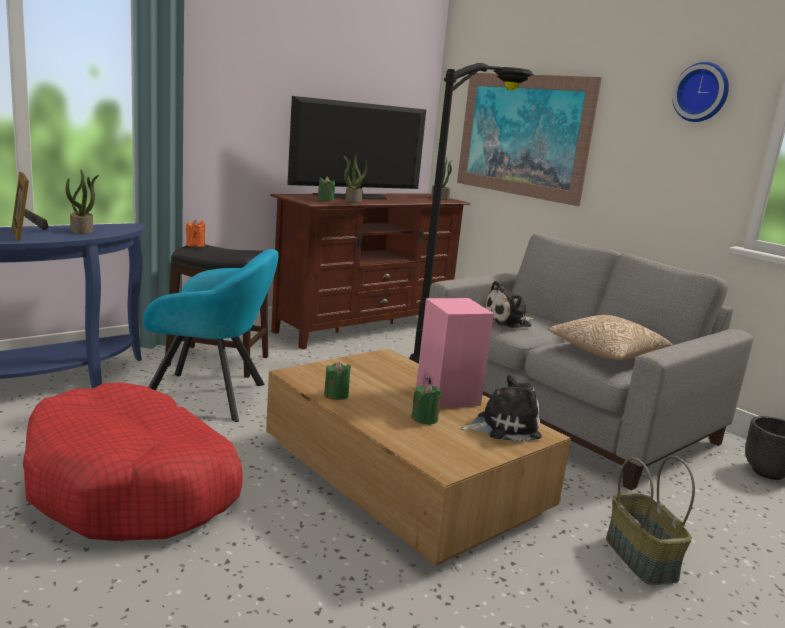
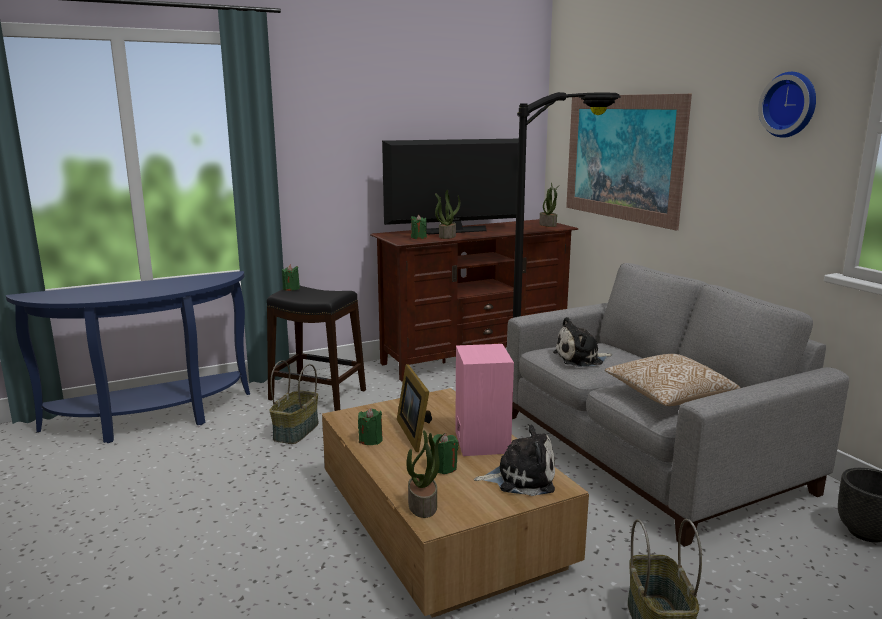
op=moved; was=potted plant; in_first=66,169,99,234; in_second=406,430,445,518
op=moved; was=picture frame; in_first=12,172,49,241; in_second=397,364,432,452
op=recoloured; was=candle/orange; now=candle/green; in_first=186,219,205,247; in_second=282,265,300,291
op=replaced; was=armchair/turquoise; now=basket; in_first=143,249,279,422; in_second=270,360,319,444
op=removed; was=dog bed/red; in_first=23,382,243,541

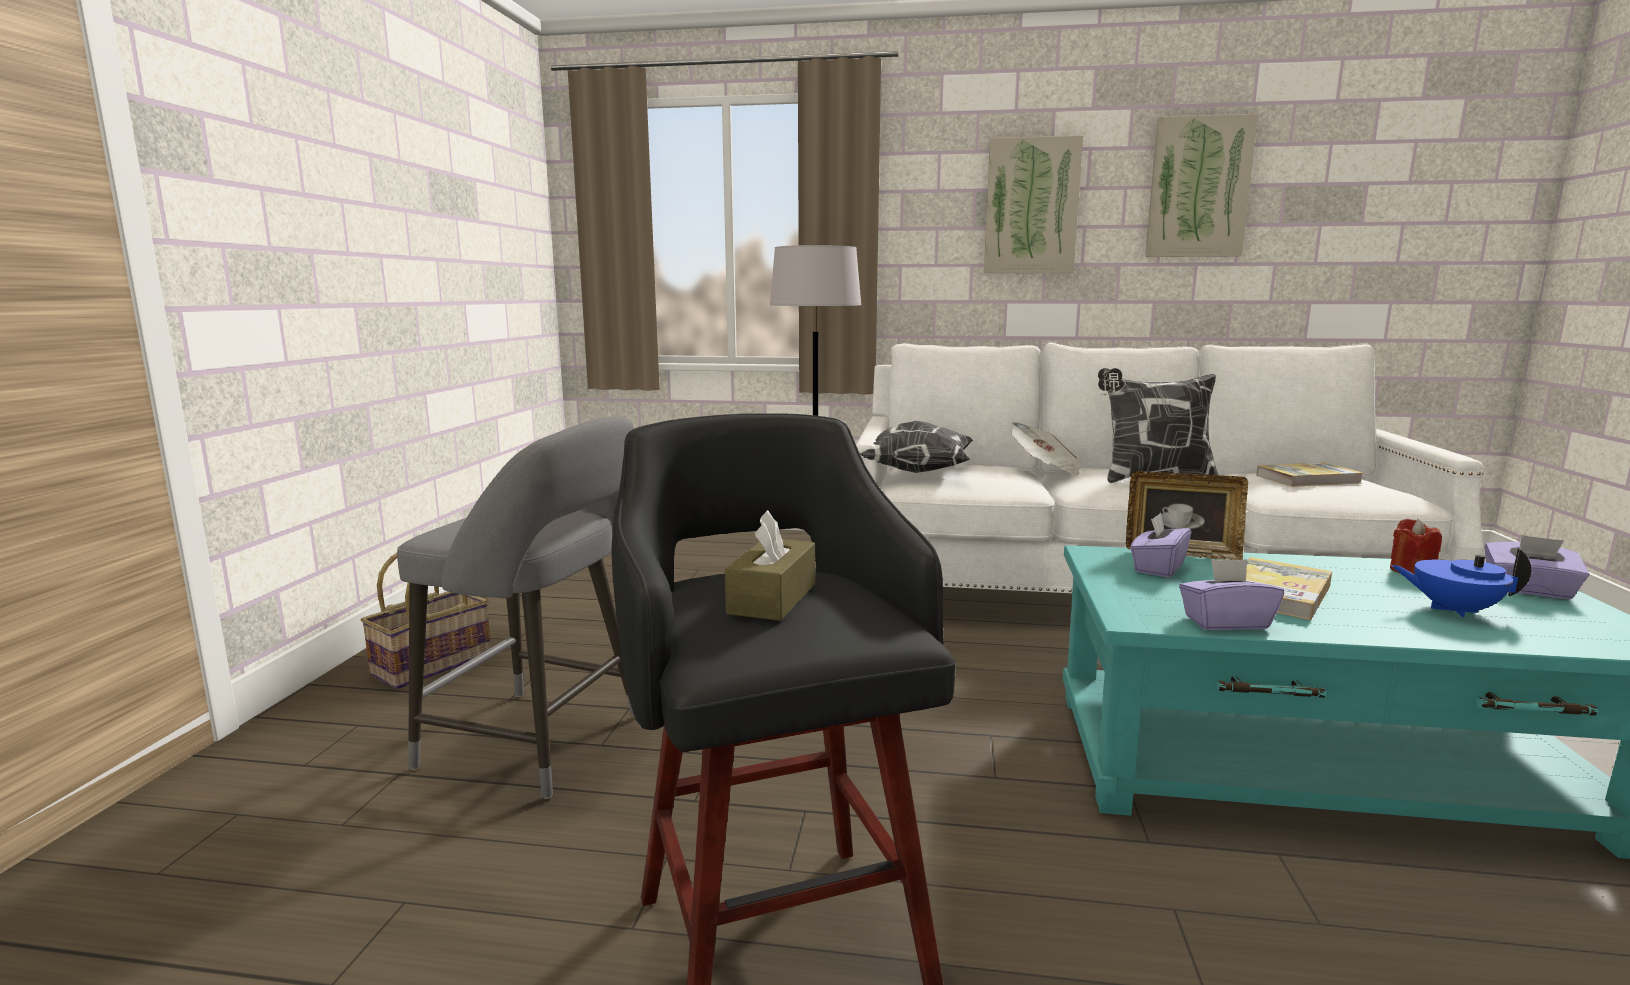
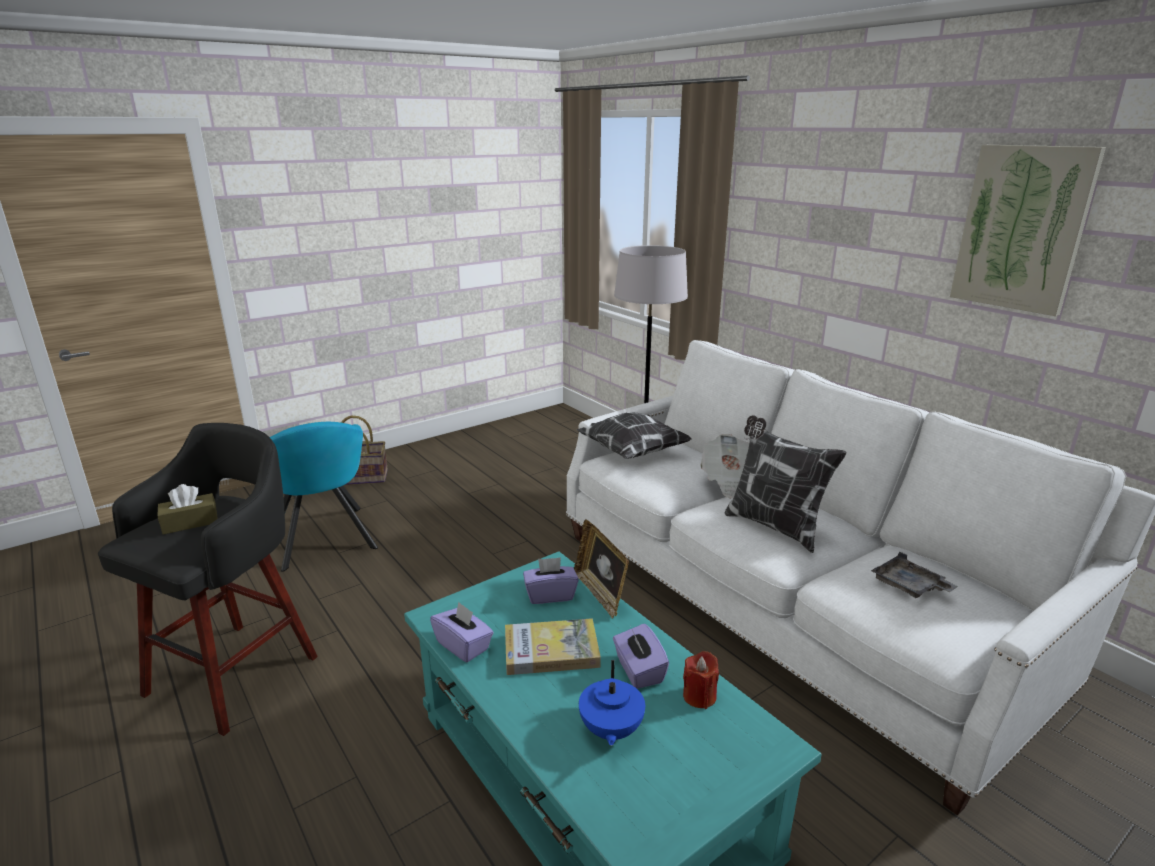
op=removed; was=picture; in_first=984,136,1083,273
op=replaced; was=stool/grey; now=armchair/turquoise; in_first=397,417,635,799; in_second=270,422,378,572
op=replaced; was=book; now=tray/grey; in_first=1256,463,1363,487; in_second=871,552,958,598
op=moved; was=tissue box/purple; in_first=1484,535,1589,599; in_second=613,624,669,689
op=turned; was=teapot/blue; in_first=1391,549,1531,617; in_second=579,660,645,746; clockwise=-150

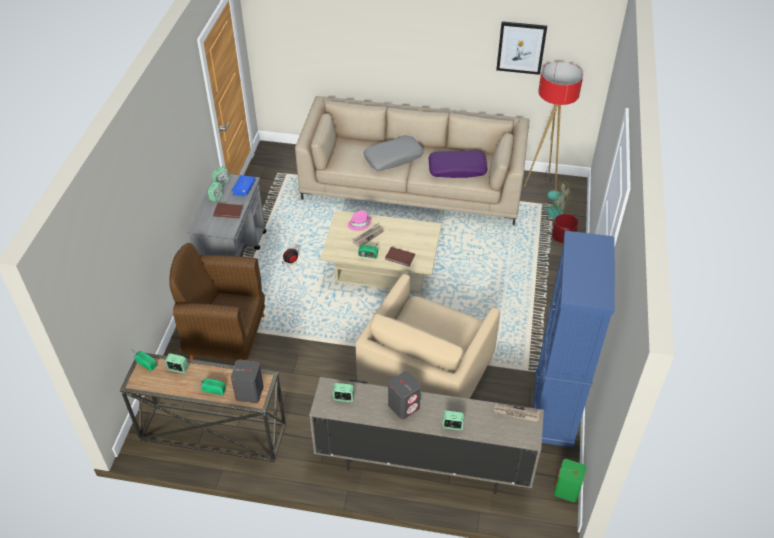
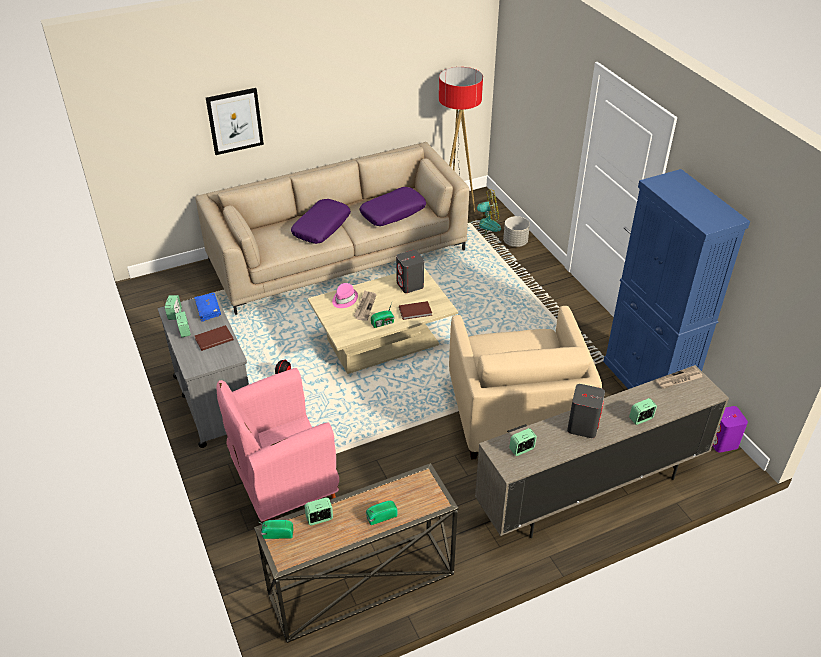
op=moved; was=picture; in_first=496,21,547,75; in_second=206,88,264,155
op=recoloured; was=pillow/grey; now=pillow/purple; in_first=364,135,424,171; in_second=291,199,351,244
op=recoloured; was=planter/red; now=planter/grey; in_first=552,214,579,243; in_second=503,216,530,247
op=recoloured; was=armchair/brown; now=armchair/pink; in_first=169,243,265,361; in_second=216,368,339,522
op=moved; was=speaker/grey; in_first=231,360,264,403; in_second=396,250,424,293
op=recoloured; was=speaker/green; now=speaker/purple; in_first=554,459,586,502; in_second=712,406,748,453

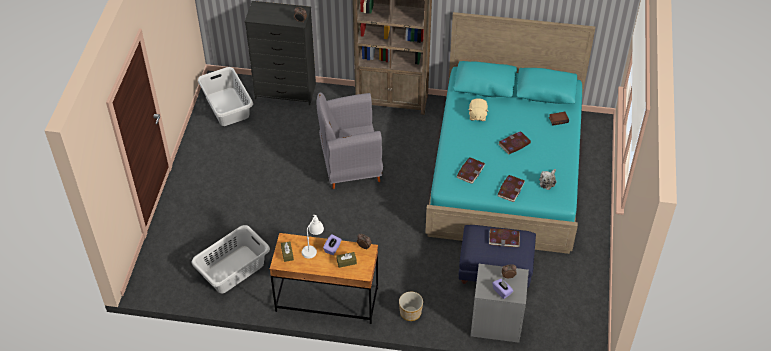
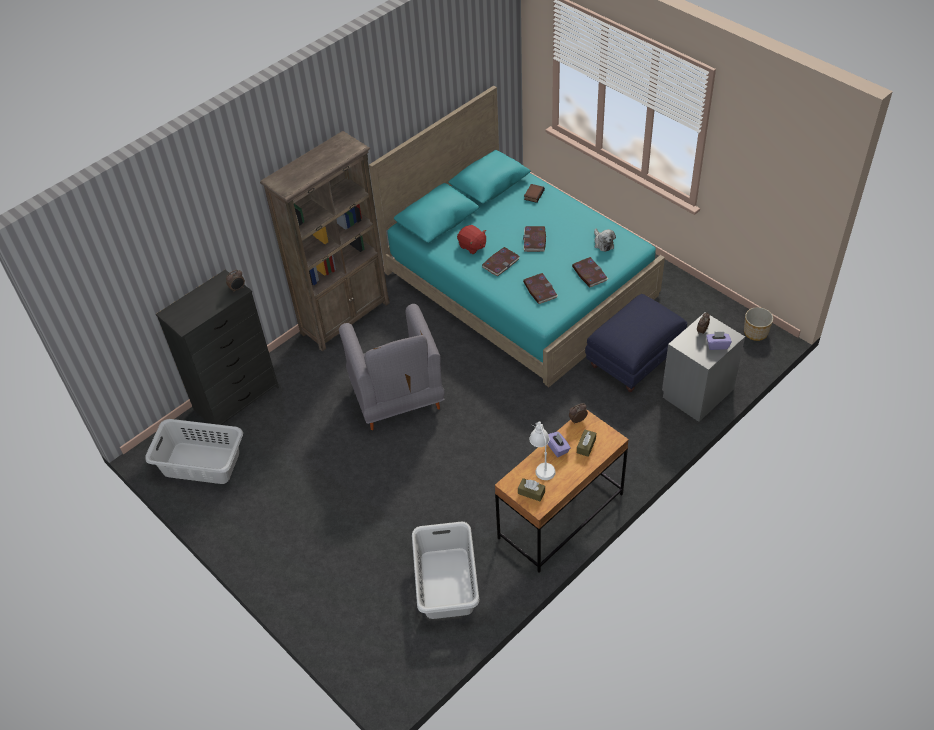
op=turned; was=armchair/grey; in_first=316,93,383,189; in_second=339,304,445,430; clockwise=-45
op=recoloured; was=plush toy/beige; now=plush toy/red; in_first=469,98,488,121; in_second=457,225,486,254
op=moved; was=book; in_first=489,229,520,247; in_second=482,247,520,277
op=moved; was=planter; in_first=399,292,423,321; in_second=744,307,773,341

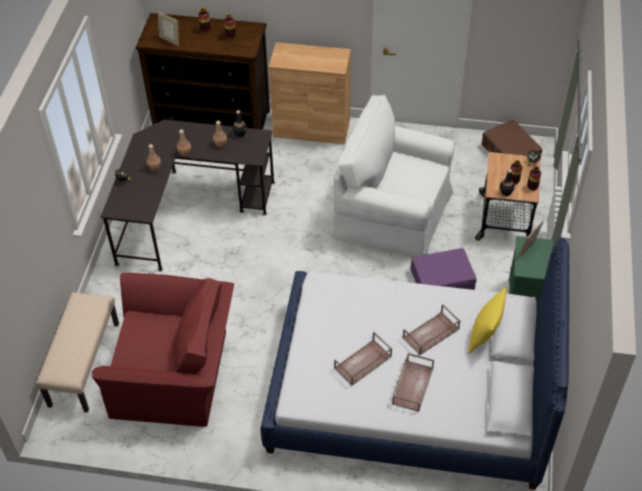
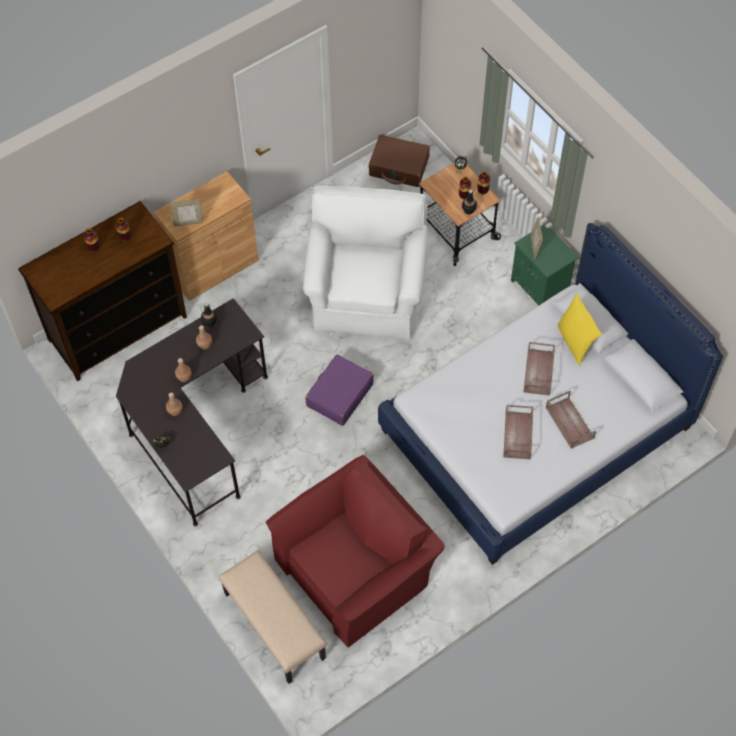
op=moved; was=picture frame; in_first=158,11,179,46; in_second=170,199,203,226
op=turned; was=armchair/white; in_first=333,94,455,257; in_second=303,186,428,340; clockwise=120
op=moved; was=suitcase/purple; in_first=411,248,477,290; in_second=306,355,374,426

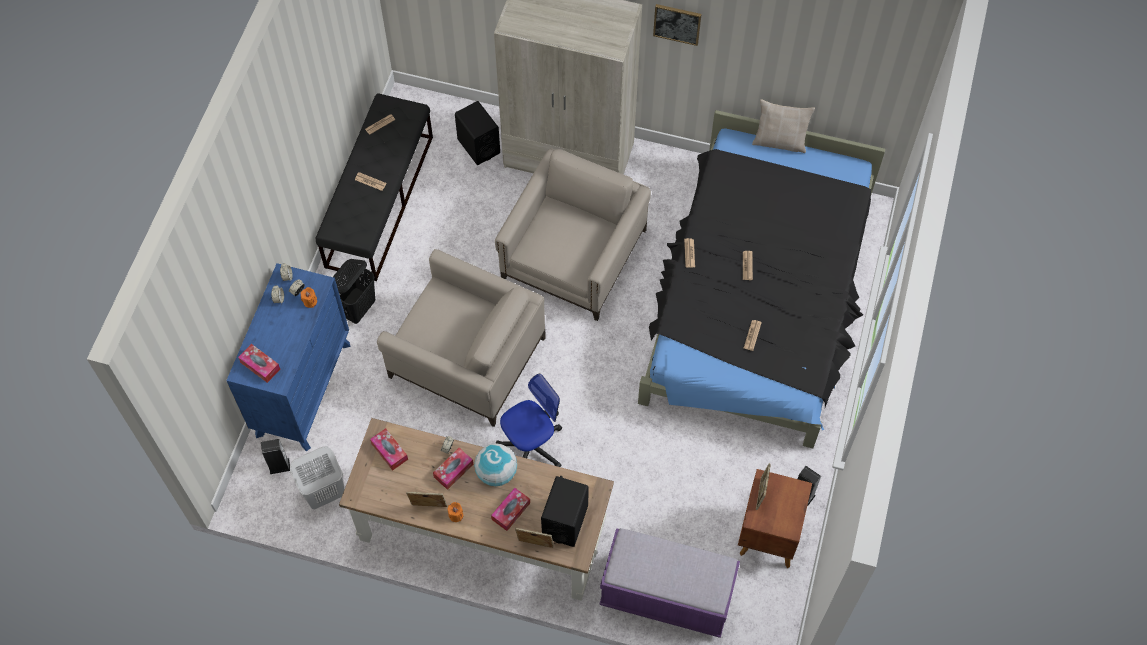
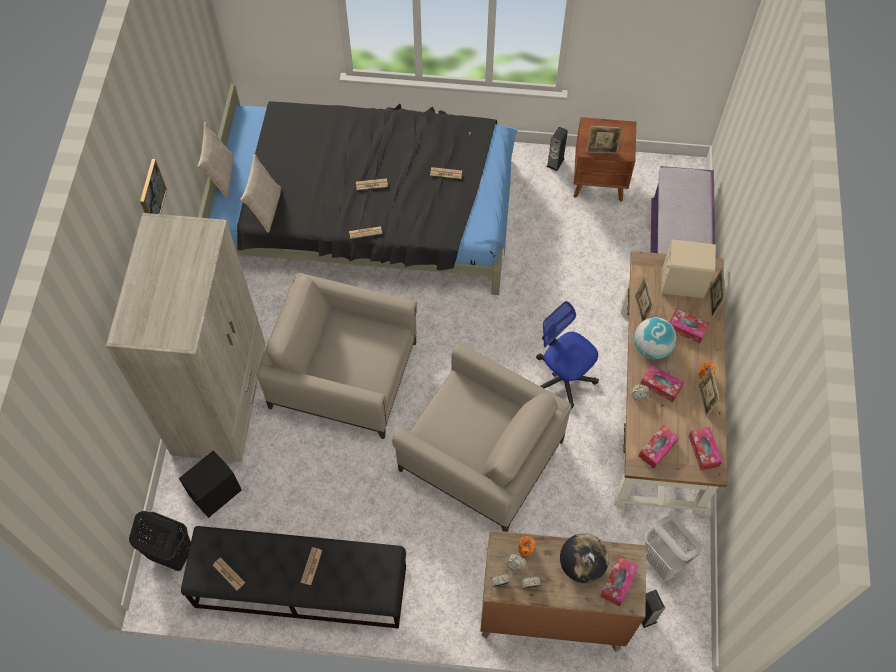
op=turned; was=armchair/beige; in_first=377,249,546,427; in_second=392,343,571,532; clockwise=105
op=moved; was=laundry basket/black; in_first=333,259,375,324; in_second=129,511,191,571
op=recoloured; was=dresser/blue; now=dresser/brown; in_first=226,263,351,452; in_second=480,530,647,652
op=recoloured; was=speaker/black; now=speaker/beige; in_first=541,476,589,547; in_second=661,240,716,298
op=added; now=pillow/beige; in_second=240,154,281,232
op=added; now=picture frame; in_second=635,276,654,322
op=added; now=tissue box; in_second=689,427,722,471
op=added; now=globe; in_second=560,533,609,583

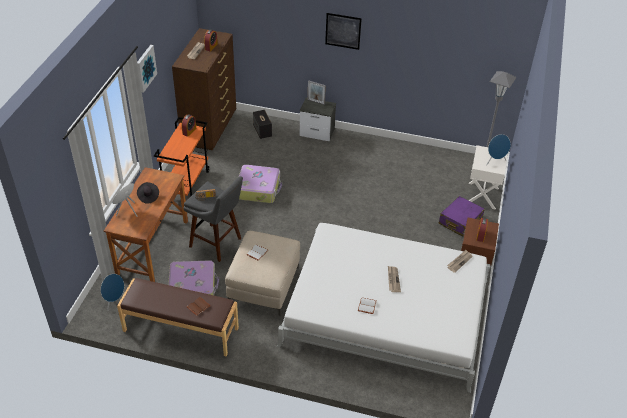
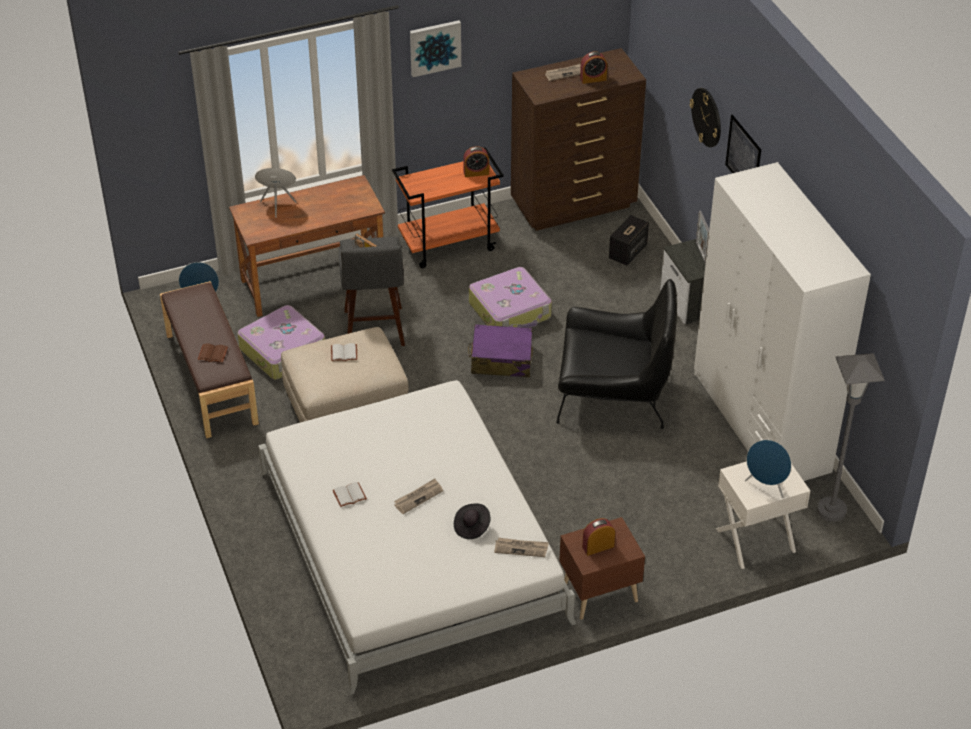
op=moved; was=hat/black; in_first=137,182,159,204; in_second=454,503,490,539
op=moved; was=suitcase/purple; in_first=439,196,485,237; in_second=468,324,533,377
op=added; now=wall clock; in_second=690,88,721,147
op=added; now=wardrobe/white; in_second=694,162,871,481
op=added; now=armchair/black; in_second=556,279,677,429

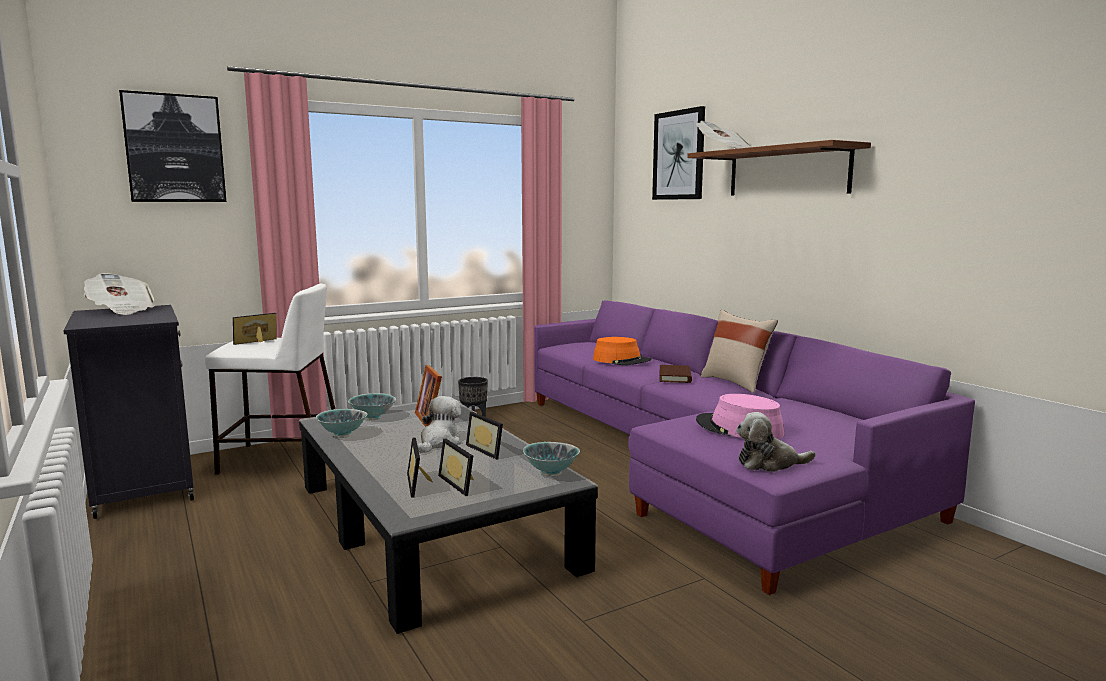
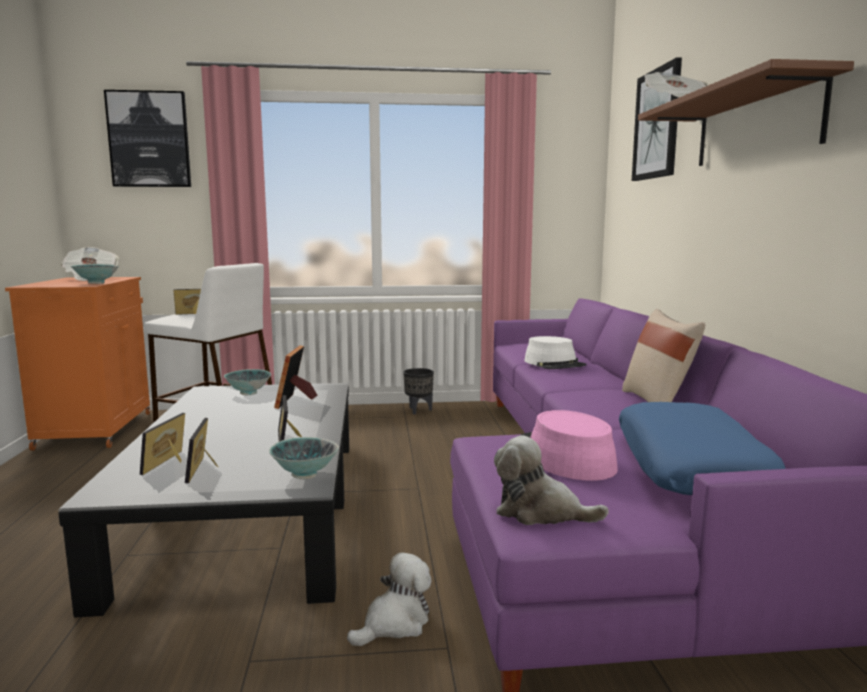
op=recoloured; was=cabinet/black; now=cabinet/orange; in_first=63,305,194,519; in_second=5,277,150,451
op=recoloured; was=hat/orange; now=hat/white; in_first=593,337,652,365; in_second=524,336,586,369
op=removed; was=book/brown; in_first=659,365,692,383
op=moved; was=plush toy; in_first=417,396,461,453; in_second=347,552,432,646
op=moved; was=bowl; in_first=316,409,367,438; in_second=71,264,119,284
op=added; now=pillow/blue; in_second=619,402,786,495

